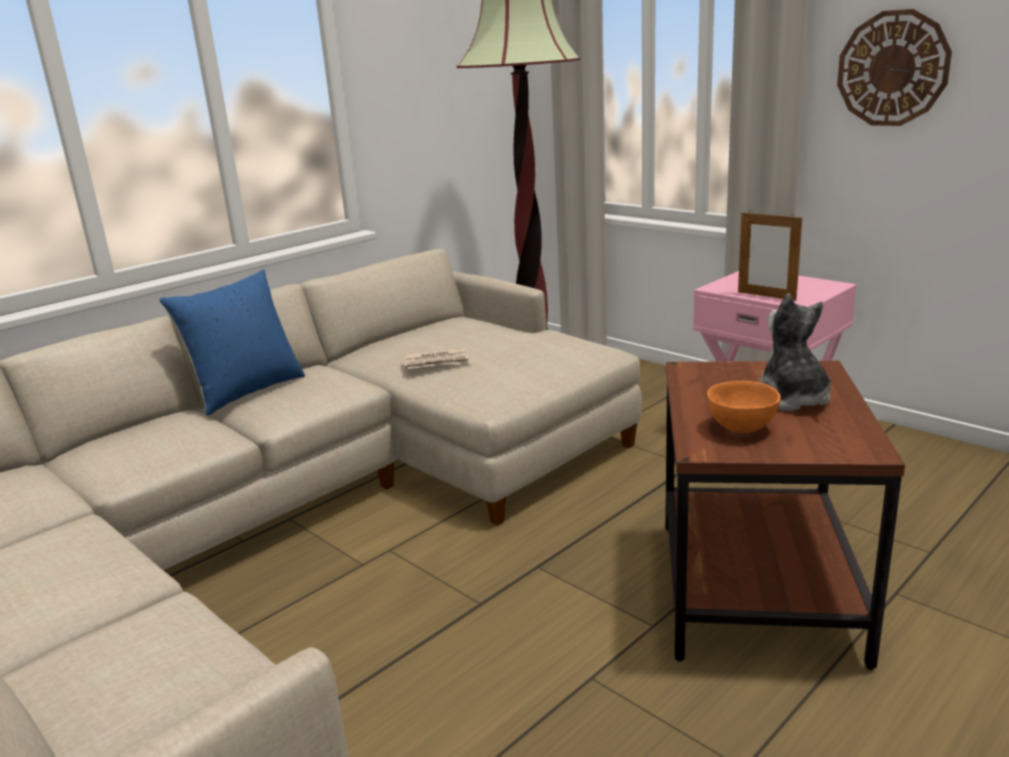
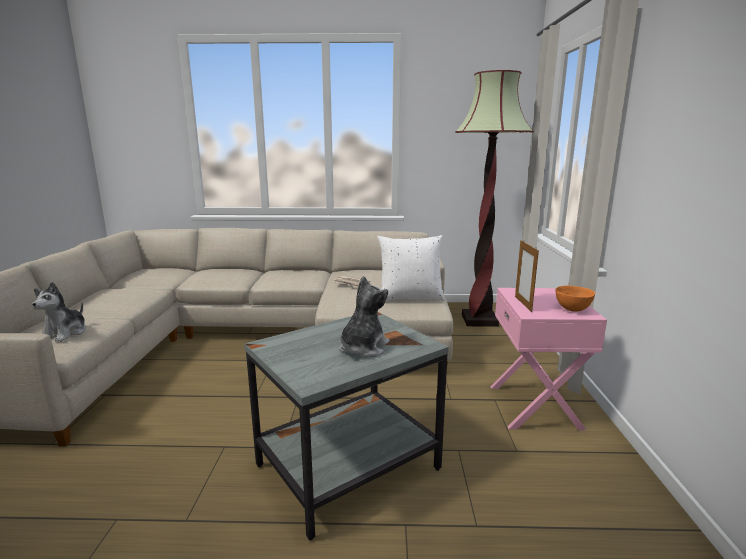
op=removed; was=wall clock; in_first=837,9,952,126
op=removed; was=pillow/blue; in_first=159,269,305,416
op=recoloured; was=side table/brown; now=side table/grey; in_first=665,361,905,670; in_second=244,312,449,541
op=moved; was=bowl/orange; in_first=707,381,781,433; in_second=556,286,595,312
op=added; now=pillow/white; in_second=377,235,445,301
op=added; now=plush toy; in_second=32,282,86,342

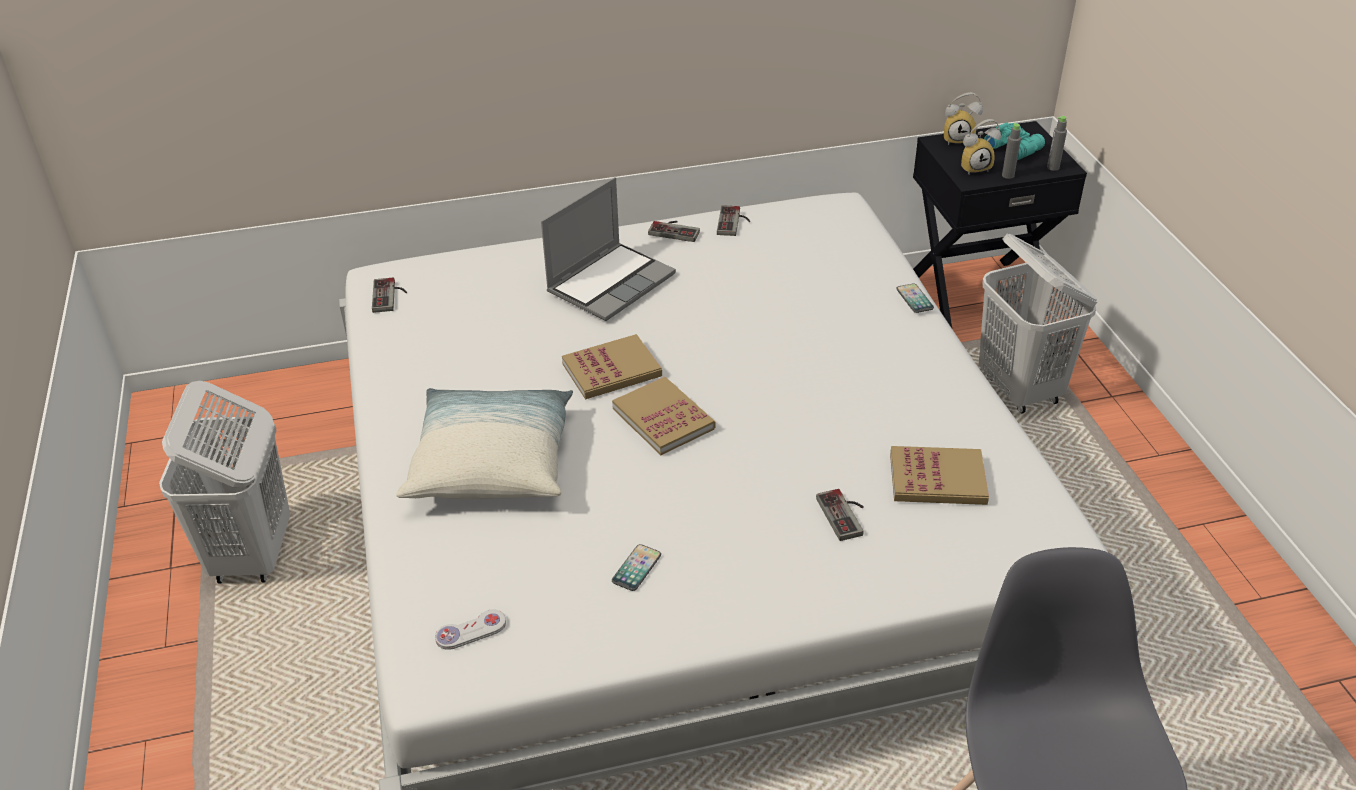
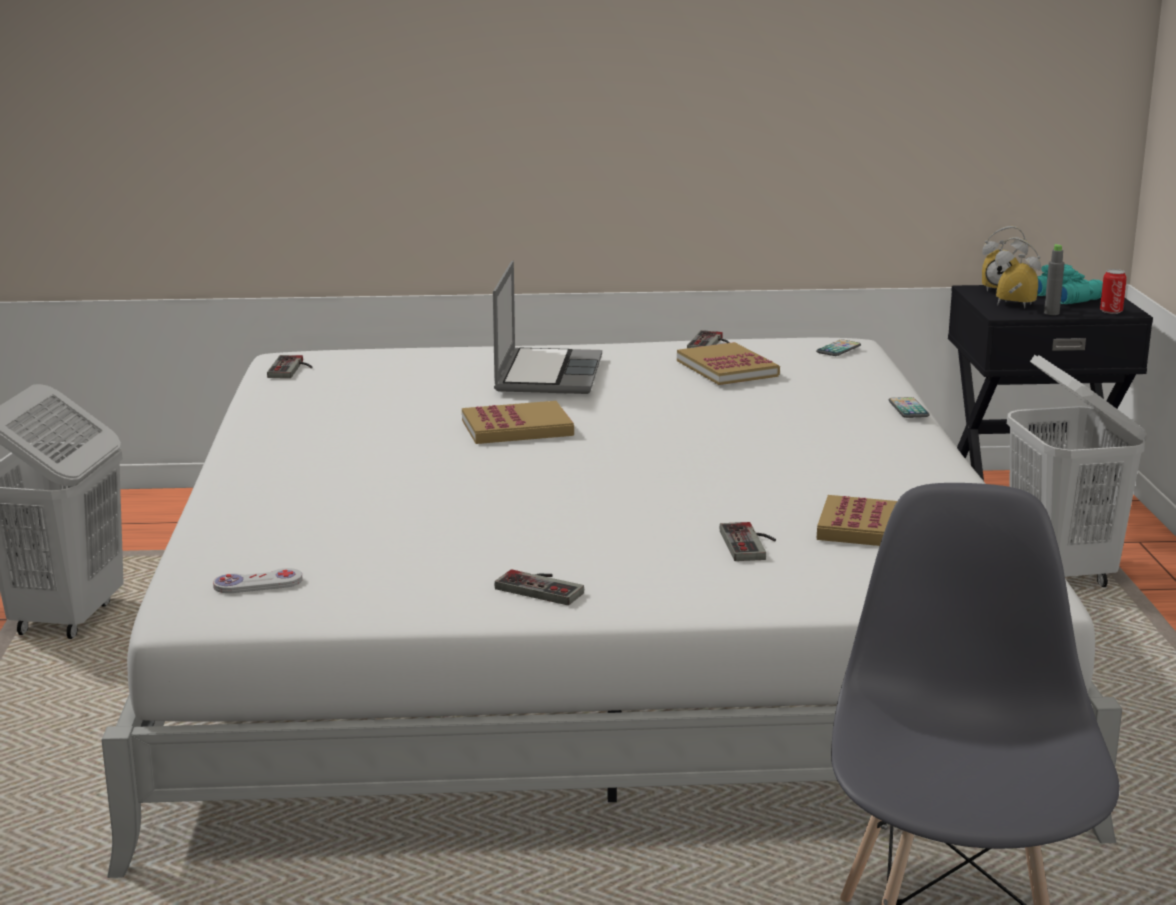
op=replaced; was=bottle/grey; now=can; in_first=1047,116,1067,171; in_second=1100,269,1127,314
op=turned; was=alarm clock; in_first=961,119,1001,174; in_second=995,237,1041,308; clockwise=-150
op=turned; was=laptop; in_first=541,177,676,321; in_second=493,261,602,394; clockwise=-45
op=moved; was=game controller; in_first=648,221,700,242; in_second=495,570,584,605
op=moved; was=book; in_first=612,377,715,455; in_second=677,342,780,385
op=removed; was=pillow; in_first=396,388,573,499
op=moved; was=phone; in_first=612,544,661,591; in_second=816,339,861,356

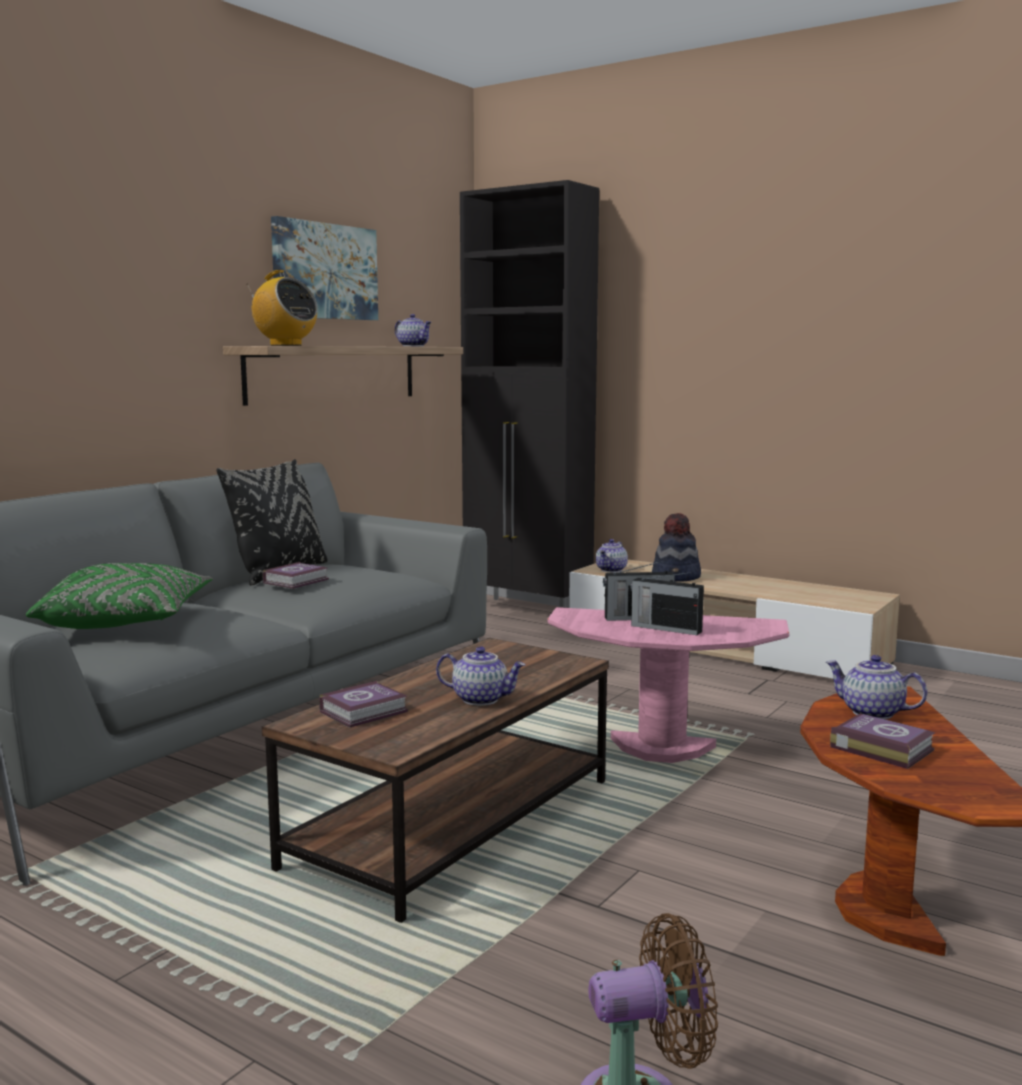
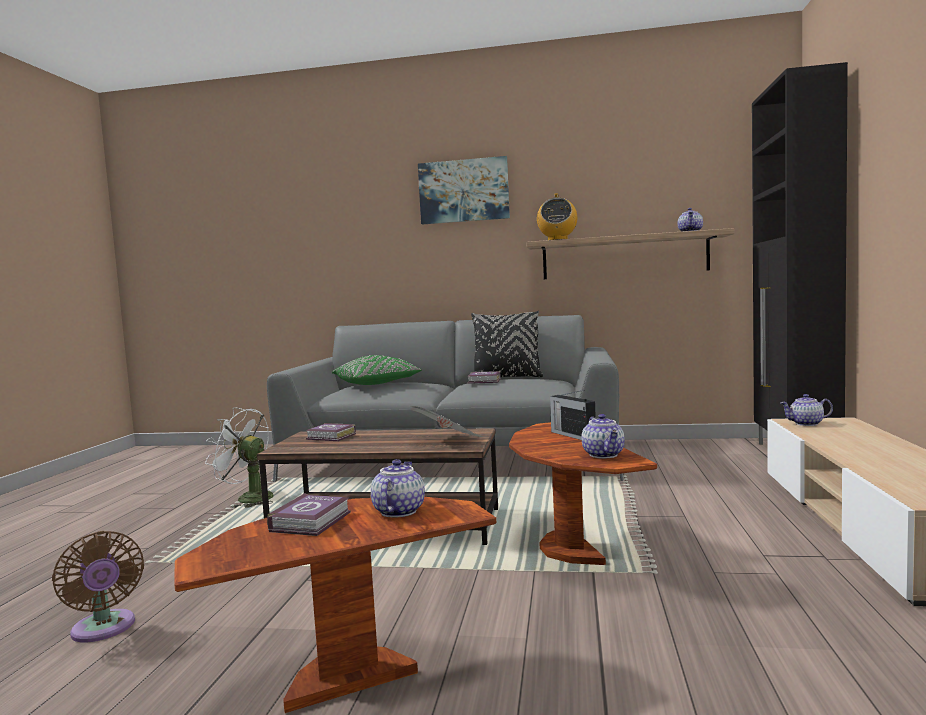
op=moved; was=picture; in_first=271,216,378,320; in_second=418,156,510,225
op=removed; was=hat; in_first=652,513,701,582
op=removed; was=radio; in_first=630,572,704,635
op=recoloured; was=side table/pink; now=side table/brown; in_first=547,607,789,763; in_second=509,422,657,565
op=moved; was=teapot; in_first=436,646,526,706; in_second=581,414,625,459
op=added; now=newspaper; in_second=410,406,485,437
op=added; now=fan/white; in_second=205,407,274,508

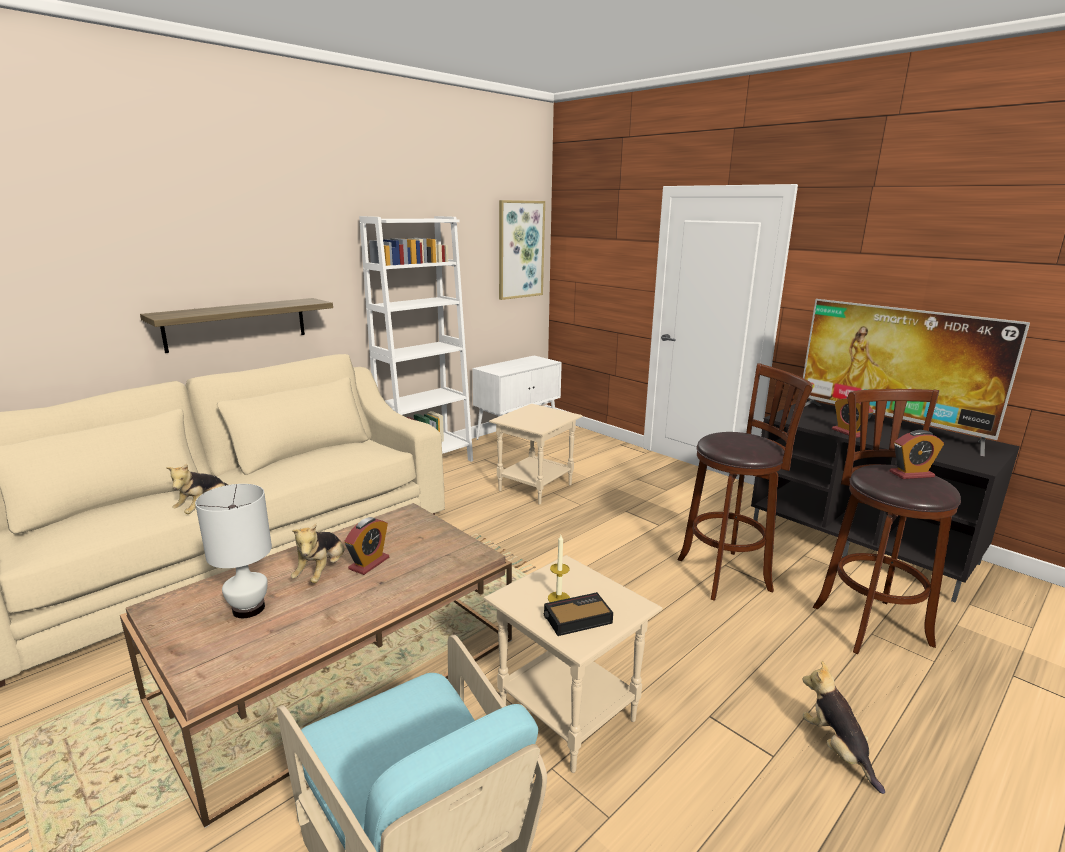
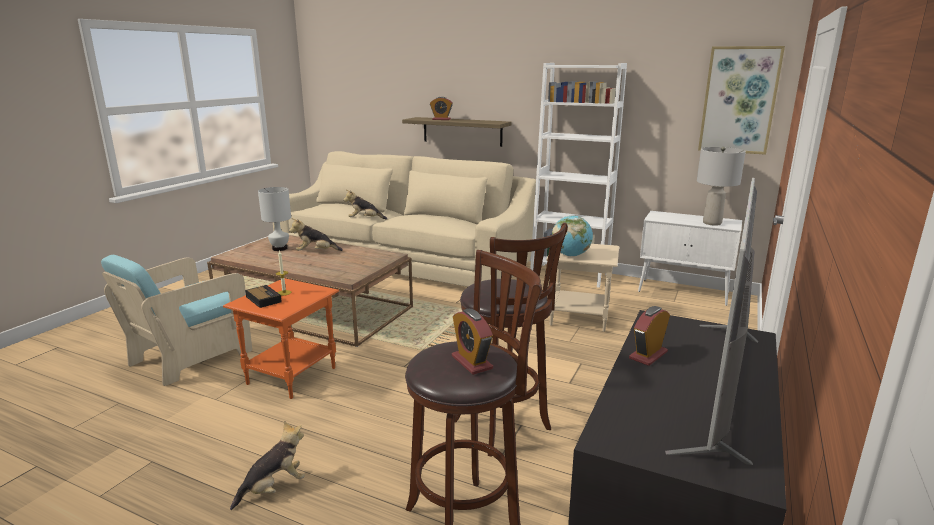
op=moved; was=alarm clock; in_first=344,517,389,575; in_second=430,97,453,120
op=recoloured; was=side table/beige; now=side table/orange; in_first=484,555,662,773; in_second=223,278,339,399
op=added; now=table lamp/grey; in_second=697,147,746,226
op=added; now=globe; in_second=552,215,593,257

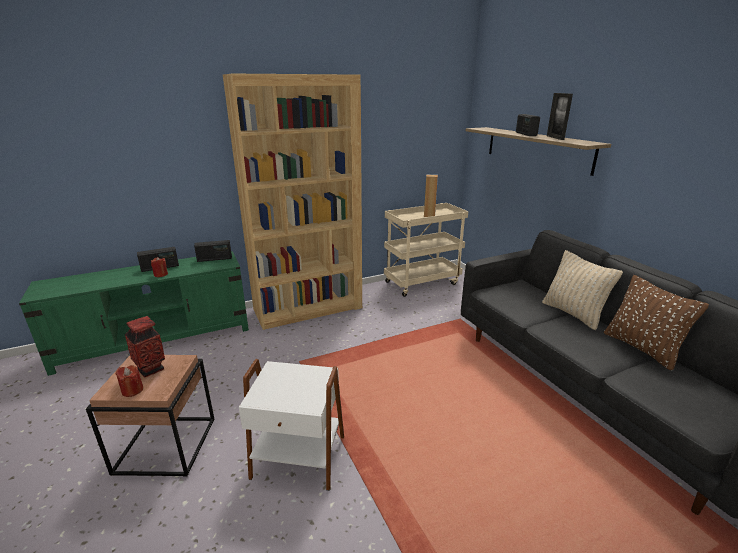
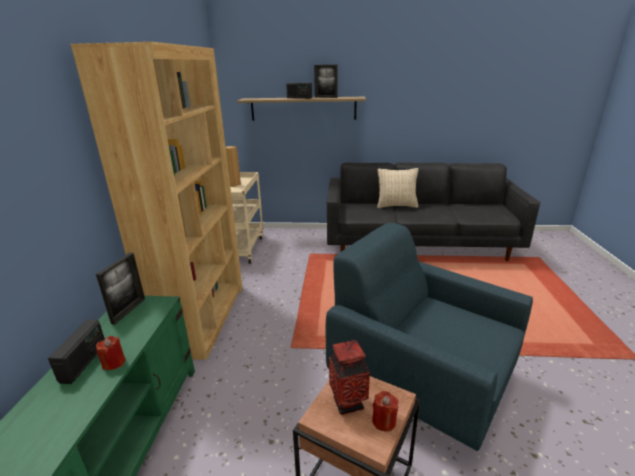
op=replaced; was=radio; now=picture frame; in_first=194,240,232,262; in_second=96,252,145,325
op=removed; was=pillow/brown; in_first=604,275,709,371
op=replaced; was=side table/white; now=armchair/blue; in_first=239,359,344,491; in_second=326,223,533,451

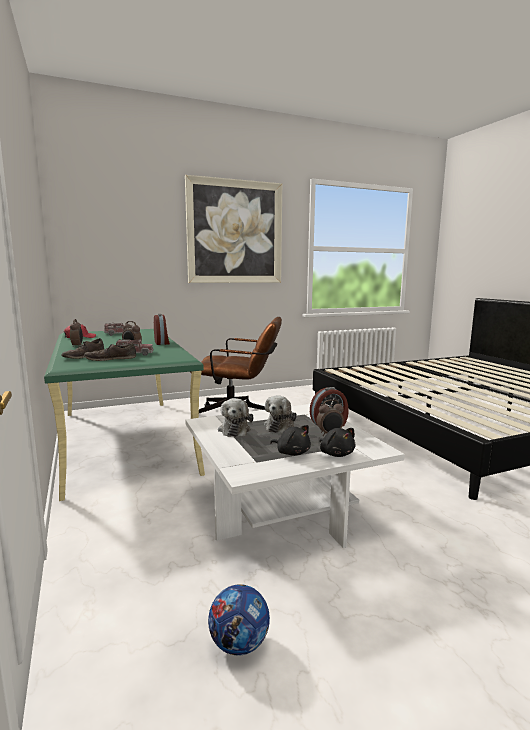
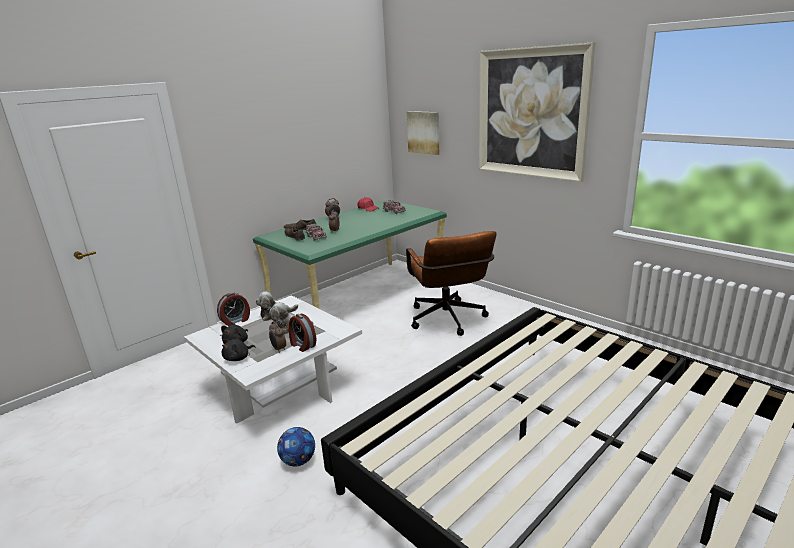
op=moved; was=alarm clock; in_first=154,314,170,345; in_second=217,293,250,326
op=moved; was=football; in_first=208,584,270,656; in_second=277,427,315,466
op=added; now=picture; in_second=407,111,439,155

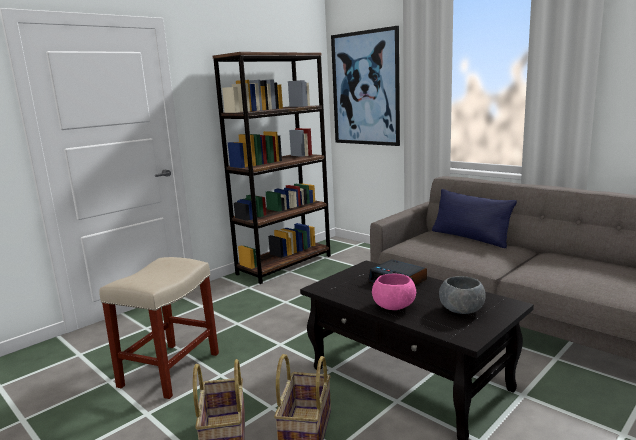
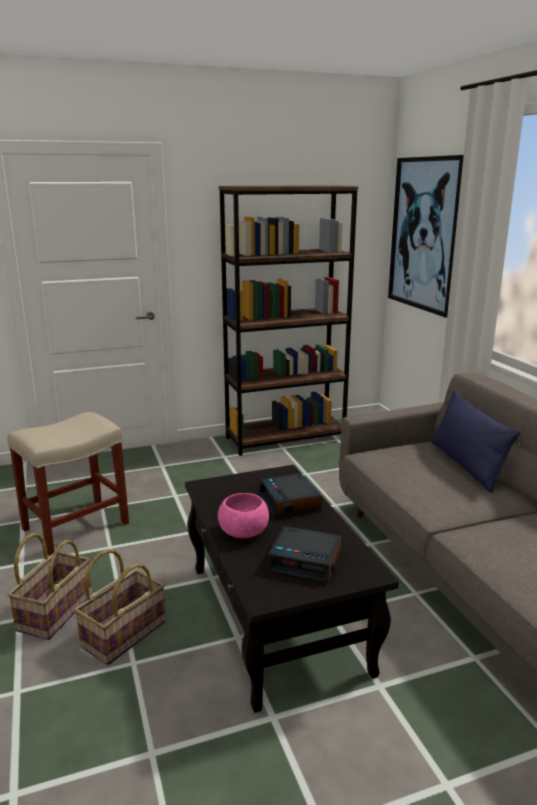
op=replaced; was=bowl/grey; now=alarm clock; in_first=439,276,486,314; in_second=267,526,342,583

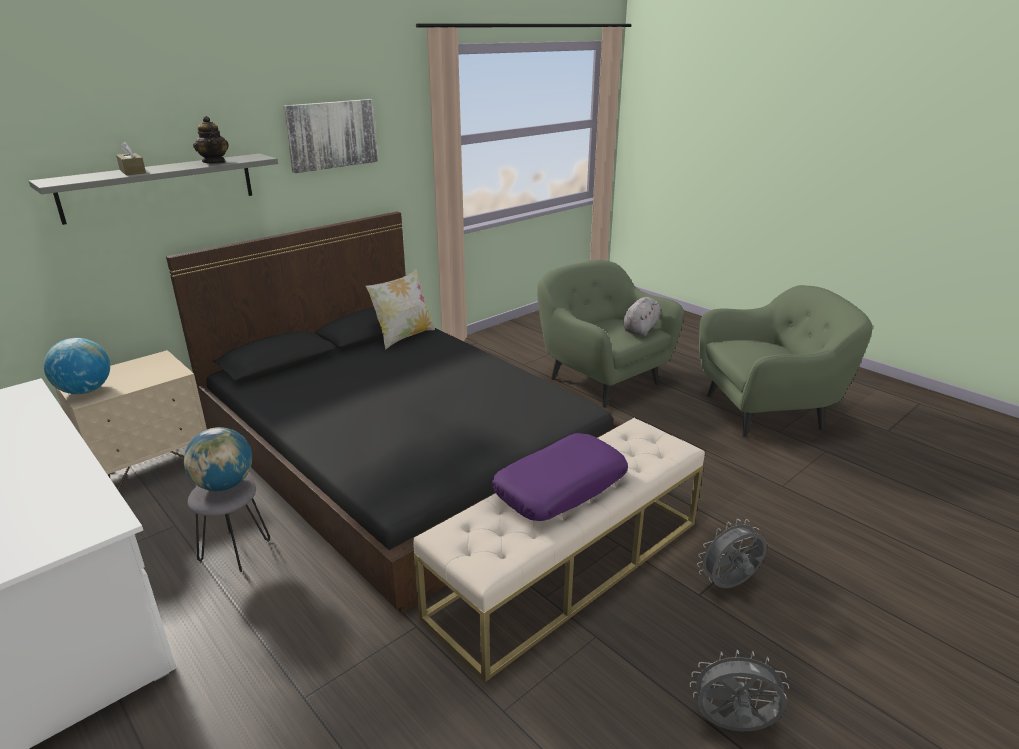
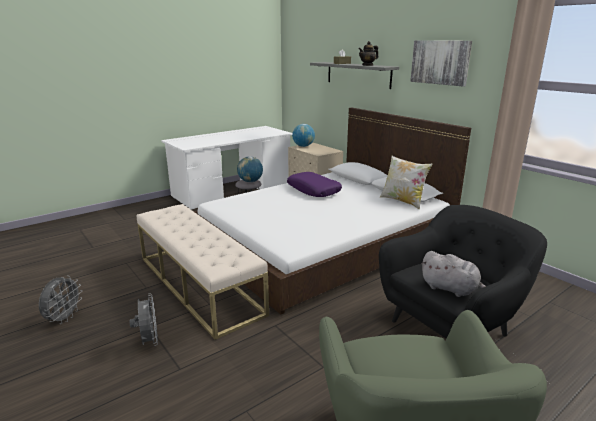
op=recoloured; was=bed/black; now=bed/white; in_first=166,211,622,613; in_second=193,108,471,314
op=recoloured; was=armchair/green; now=armchair/black; in_first=537,260,684,408; in_second=379,205,547,339
op=moved; was=pillow/purple; in_first=492,433,628,521; in_second=287,172,342,197

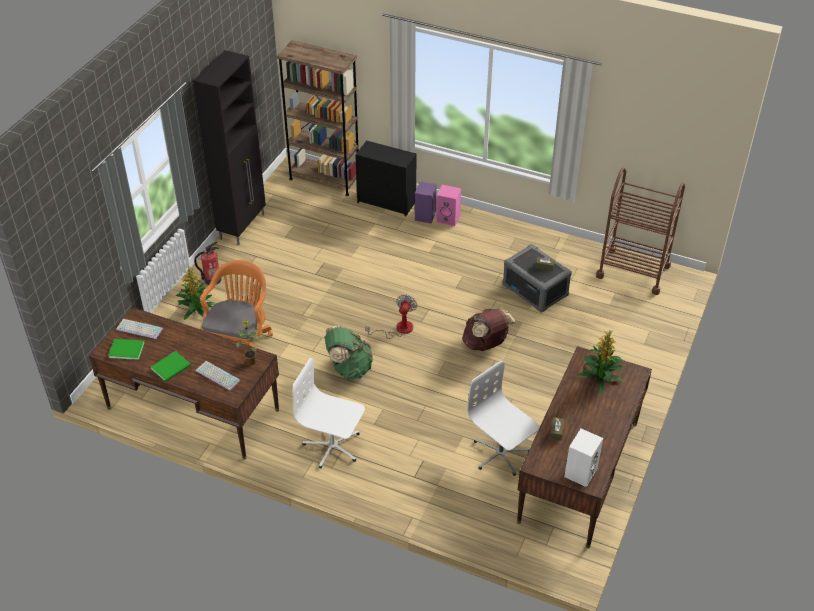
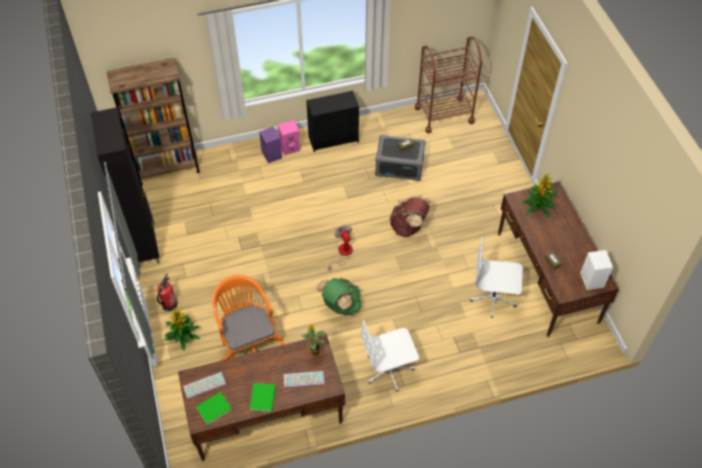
op=moved; was=dresser/black; in_first=355,140,416,216; in_second=306,90,359,152

